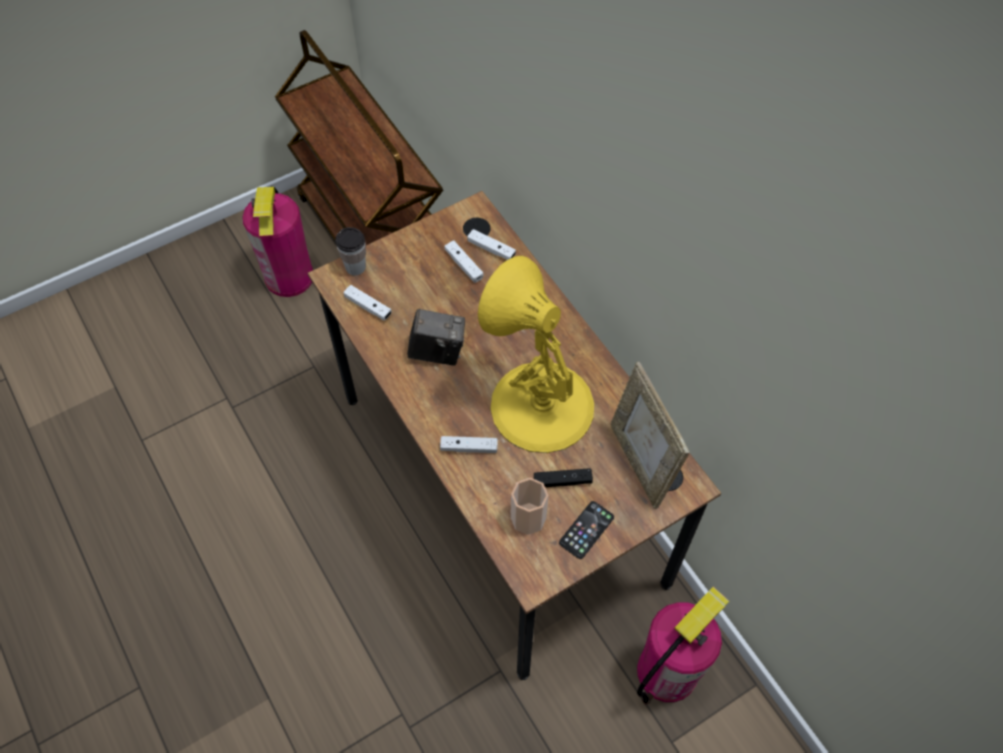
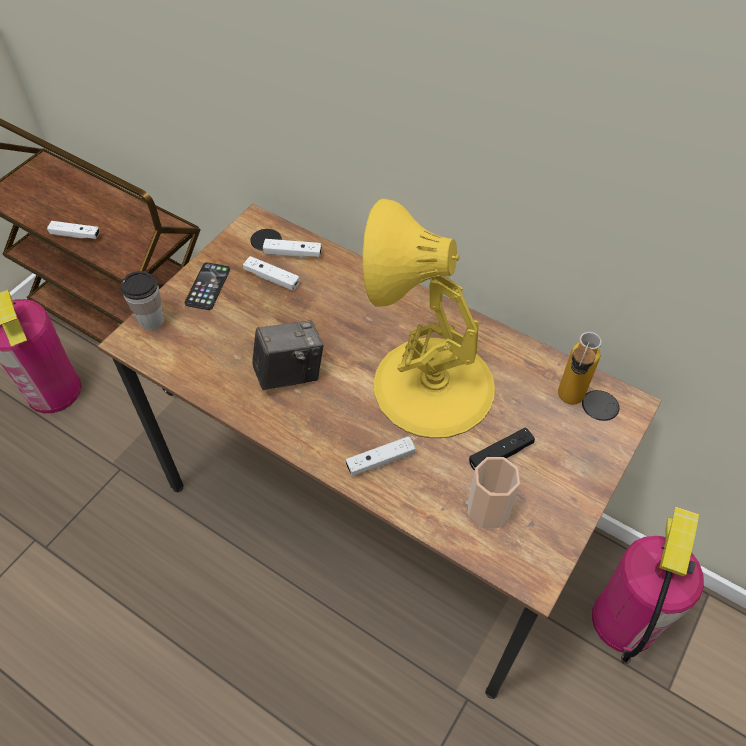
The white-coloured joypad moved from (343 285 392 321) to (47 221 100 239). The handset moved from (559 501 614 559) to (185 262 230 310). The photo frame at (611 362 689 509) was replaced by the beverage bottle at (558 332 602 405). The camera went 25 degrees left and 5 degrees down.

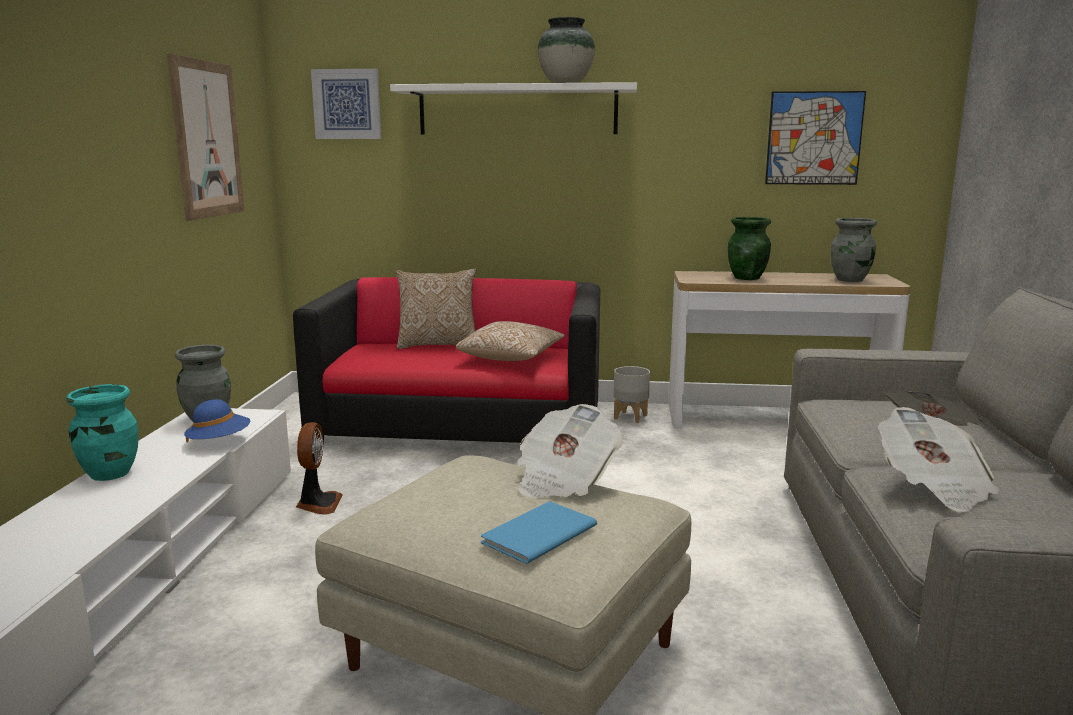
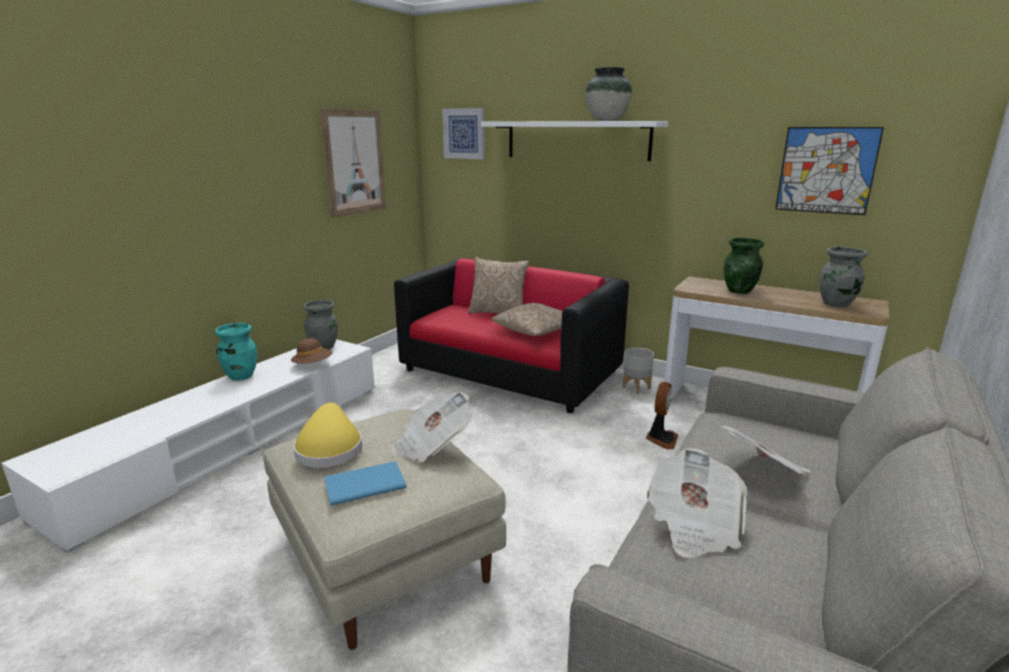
The yellow-coloured clothing hat at (294 402 362 468) appeared. The fan moved from (296 422 343 515) to (646 382 678 449). The blue clothing hat at (184 399 250 443) became the brown clothing hat at (291 338 333 363). The camera went 25 degrees right and 5 degrees up.

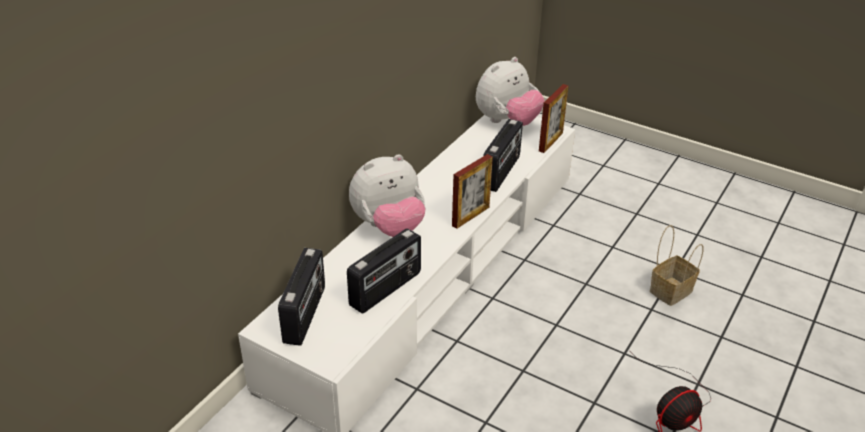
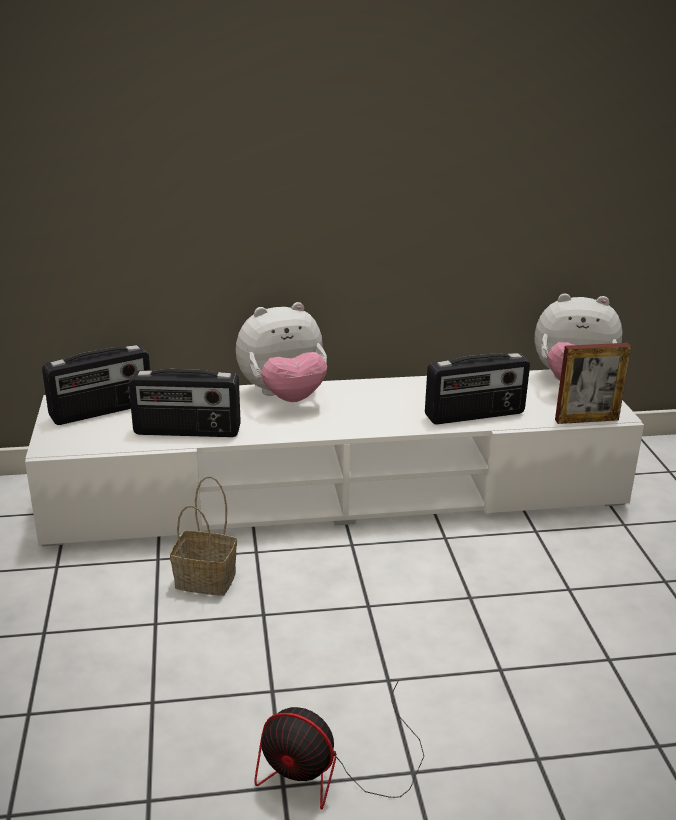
The photo frame at (452 154 493 229) disappeared. The basket moved from (650 225 704 306) to (170 476 237 596). The soft toy at (349 154 425 237) turned 45 degrees counterclockwise. The camera went 50 degrees right and 10 degrees down.

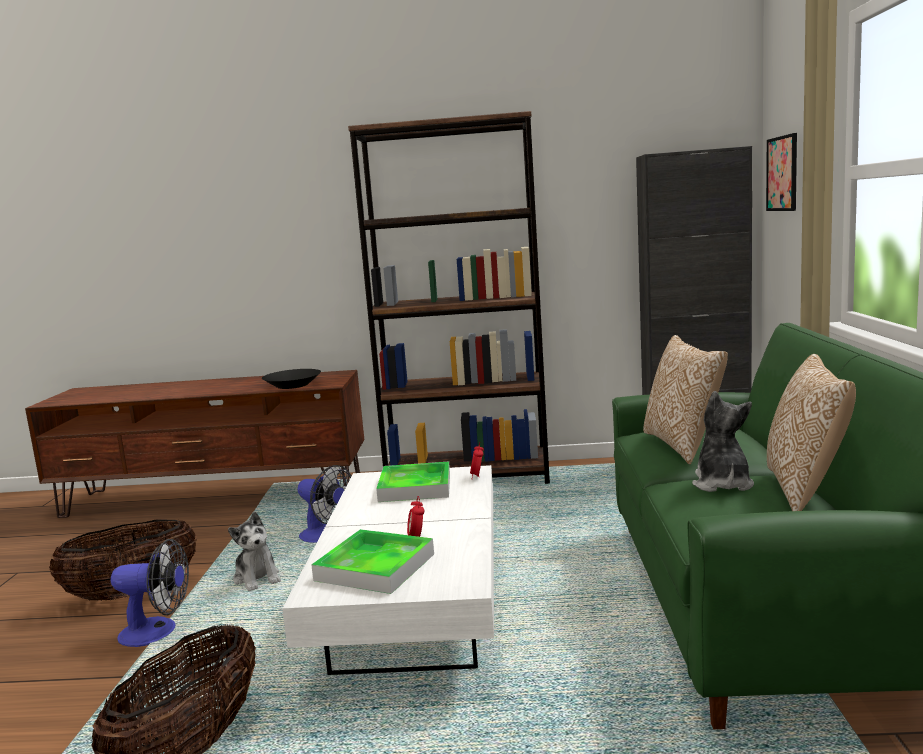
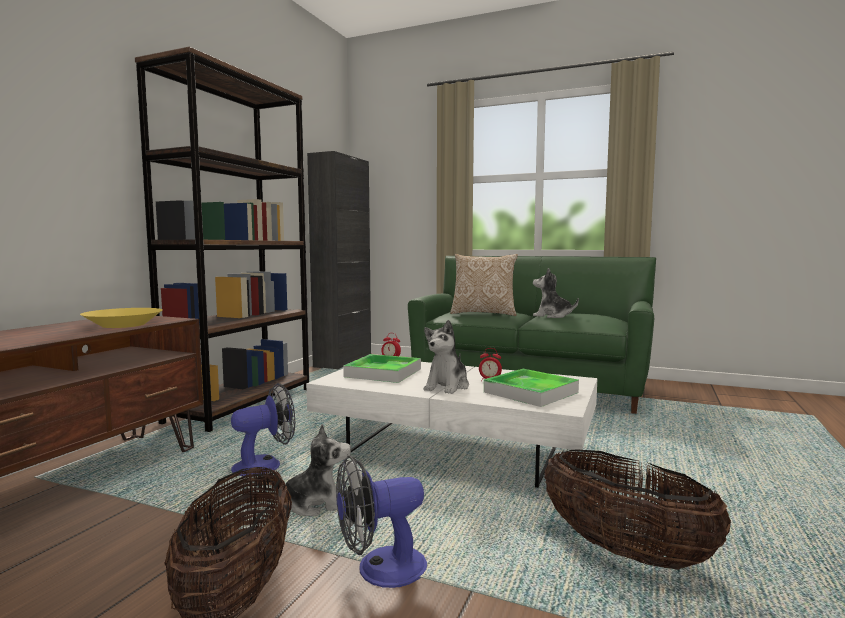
The wall picture at (766 133 797 211) disappeared. The throw pillow at (767 354 856 511) disappeared. The soft toy at (424 320 469 394) appeared. The black bowl at (262 369 321 389) became the yellow-coloured bowl at (80 308 162 328). The fan at (111 539 189 647) turned 135 degrees counterclockwise. The camera went 70 degrees left and 5 degrees down.

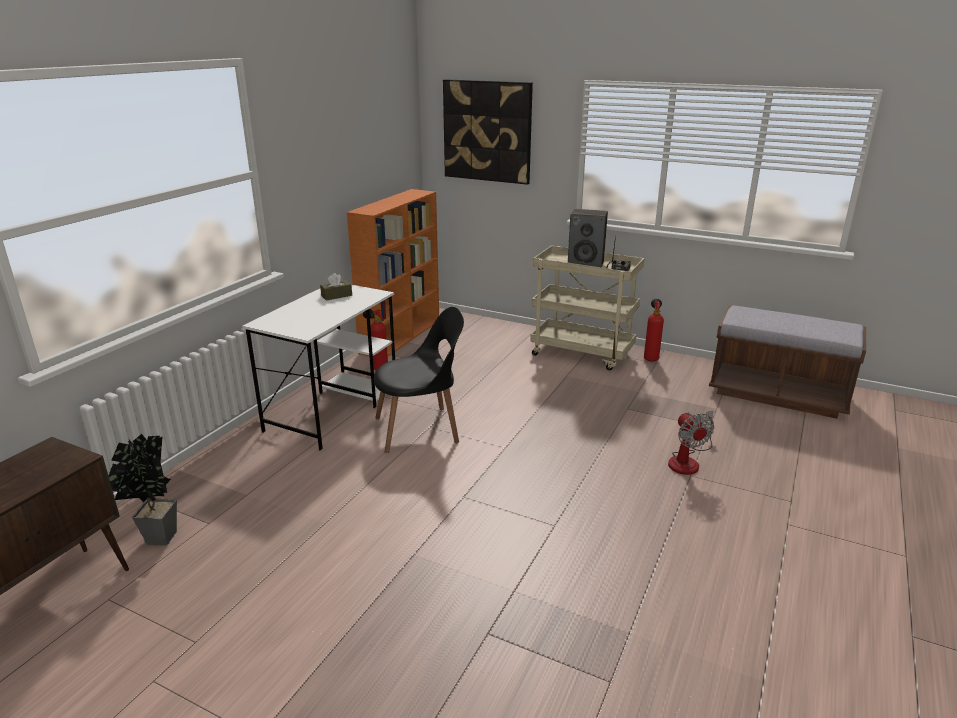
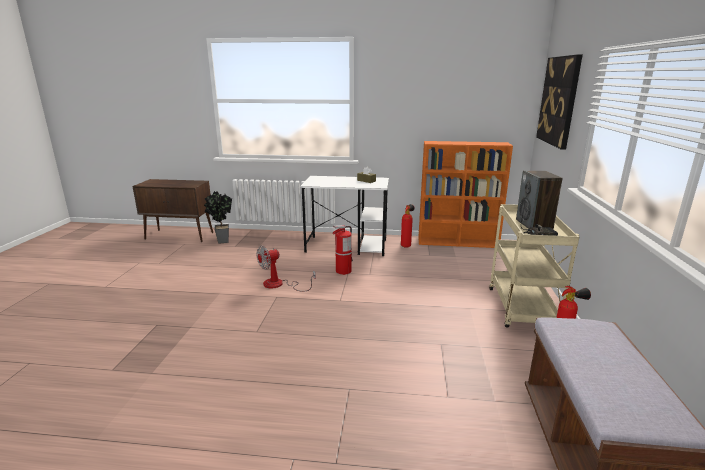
The fan moved from (668 411 714 475) to (256 246 316 291). The black chair at (374 307 464 453) was replaced by the fire-fighting cylinder at (332 225 353 275). The camera went 70 degrees right and 5 degrees down.

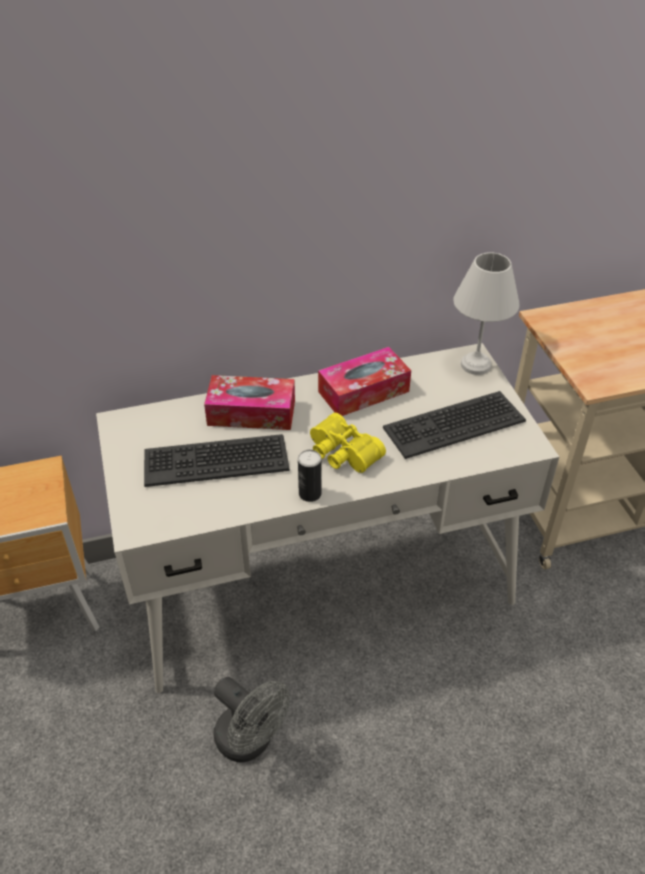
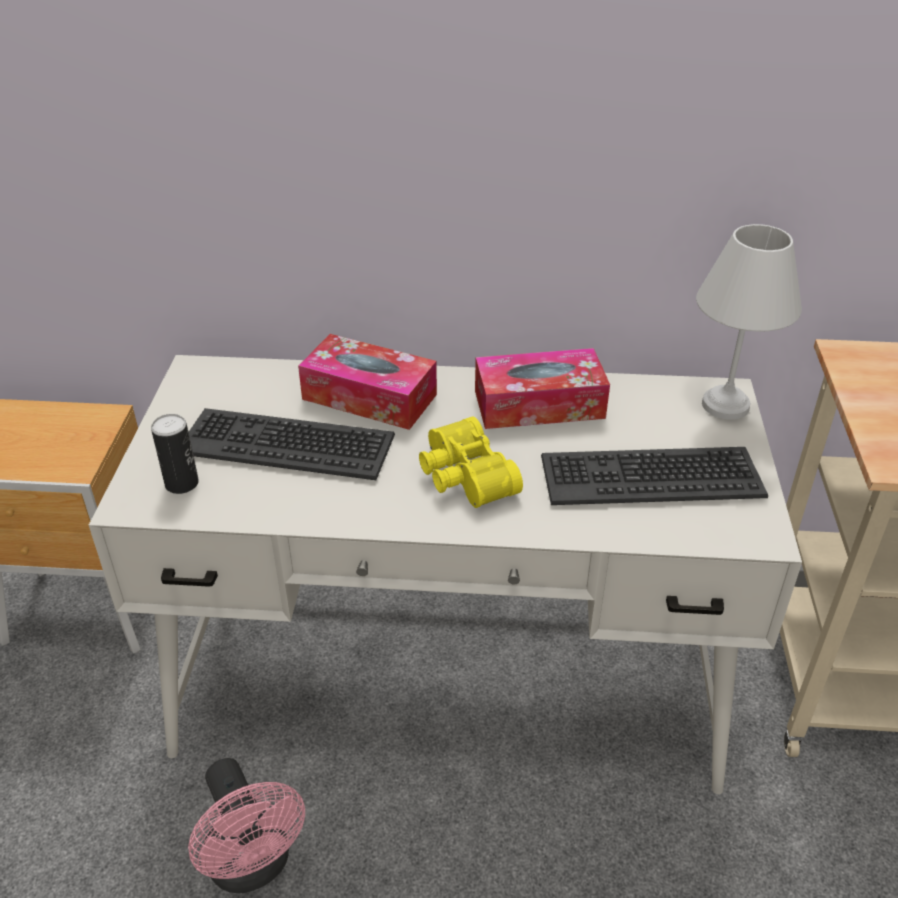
The metal can moved from (298 450 322 502) to (151 414 199 494). The gray fan at (213 677 290 762) became the pink-coloured fan at (188 758 305 893). The camera went 20 degrees right and 5 degrees down.

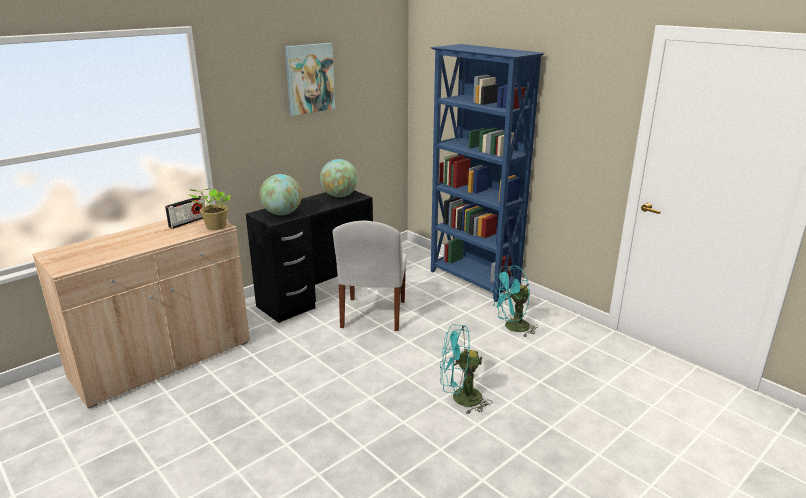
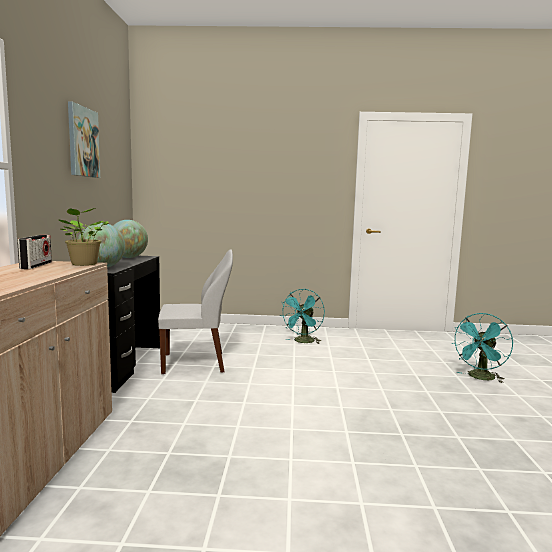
The blue bookshelf at (431 44 545 302) disappeared. The blue-green fan moved from (440 324 492 415) to (452 313 513 383). The white-coloured chair at (333 221 407 331) turned 60 degrees counterclockwise. The camera went 45 degrees left and 15 degrees down.

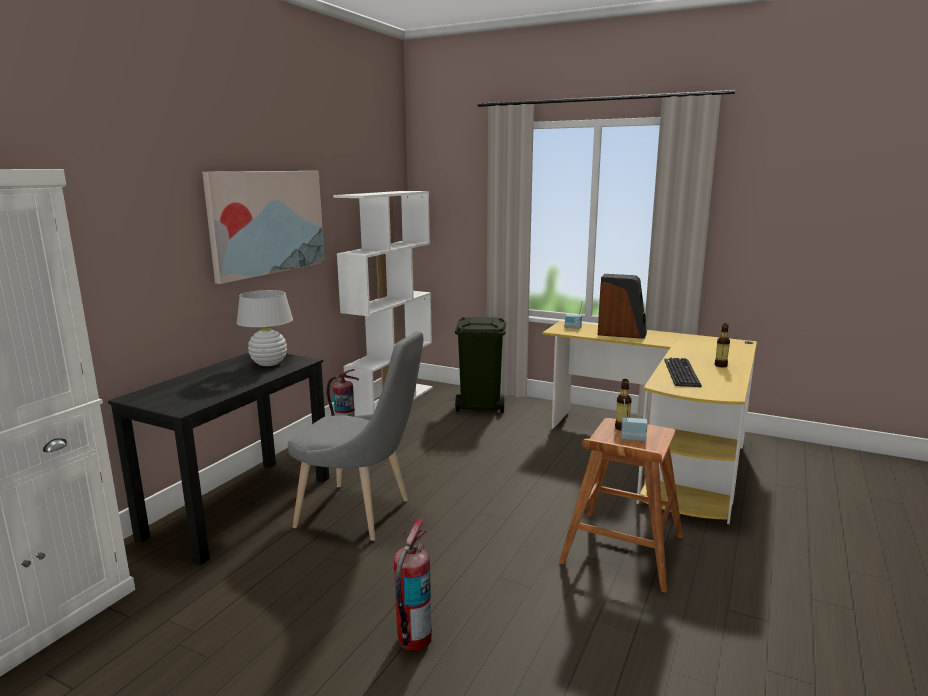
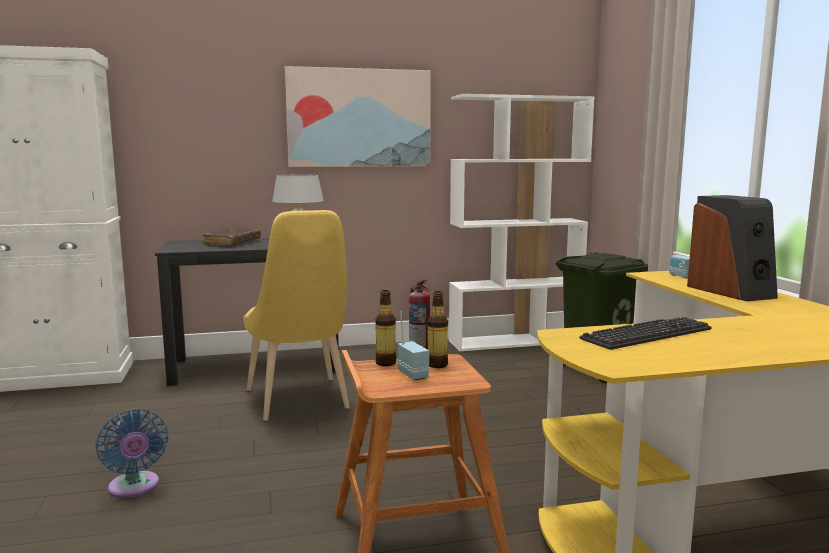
The brown bound book at (203 228 261 246) appeared. The beverage bottle moved from (715 324 730 367) to (375 290 396 366). The fire-fighting cylinder at (393 518 432 651) was replaced by the blue fan at (95 408 168 498). The gray chair at (288 331 424 541) became the yellow-coloured chair at (243 210 350 421). The camera went 50 degrees right and 5 degrees down.

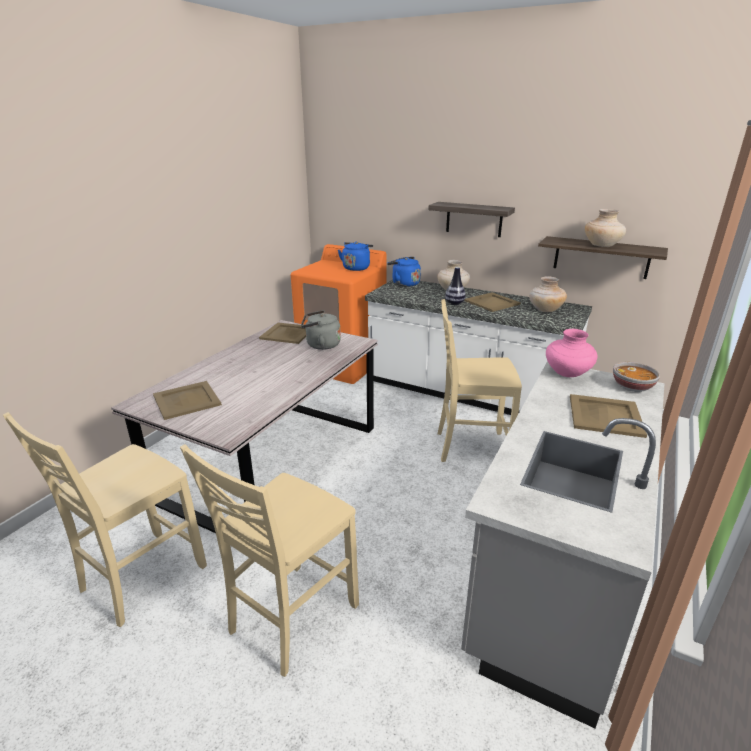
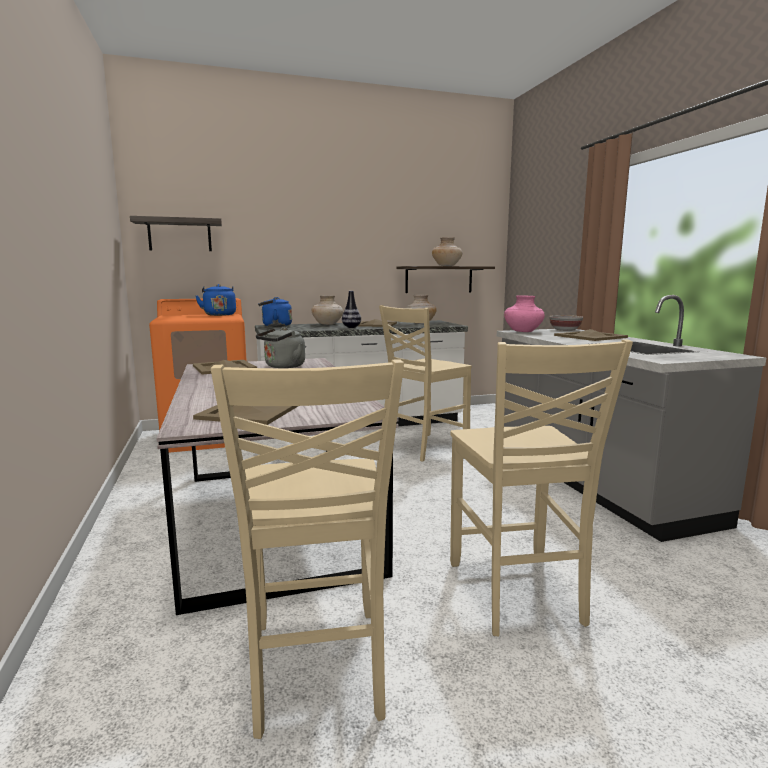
The shelf moved from (428 202 515 237) to (130 216 222 251). The camera went 45 degrees left and 15 degrees down.

